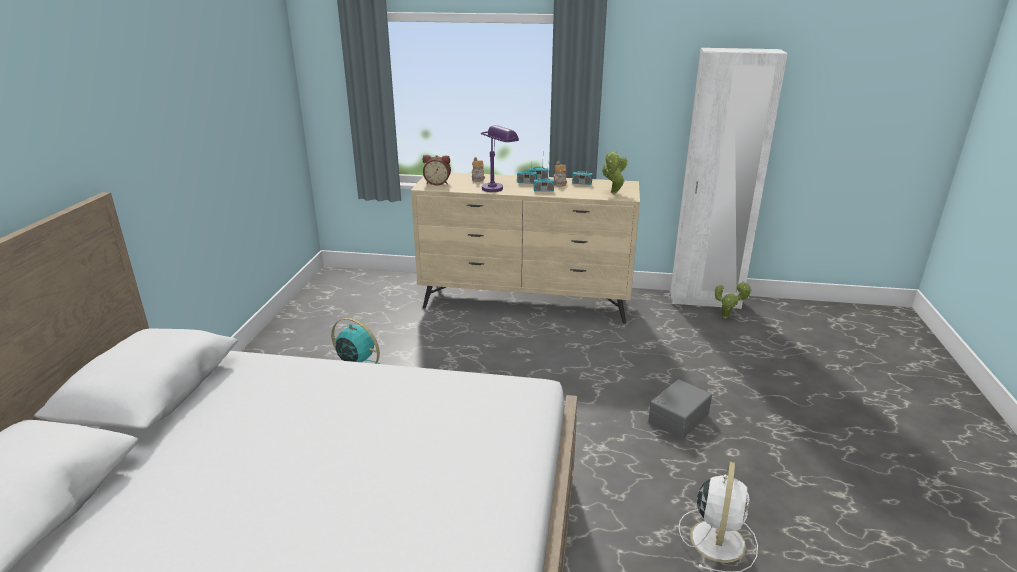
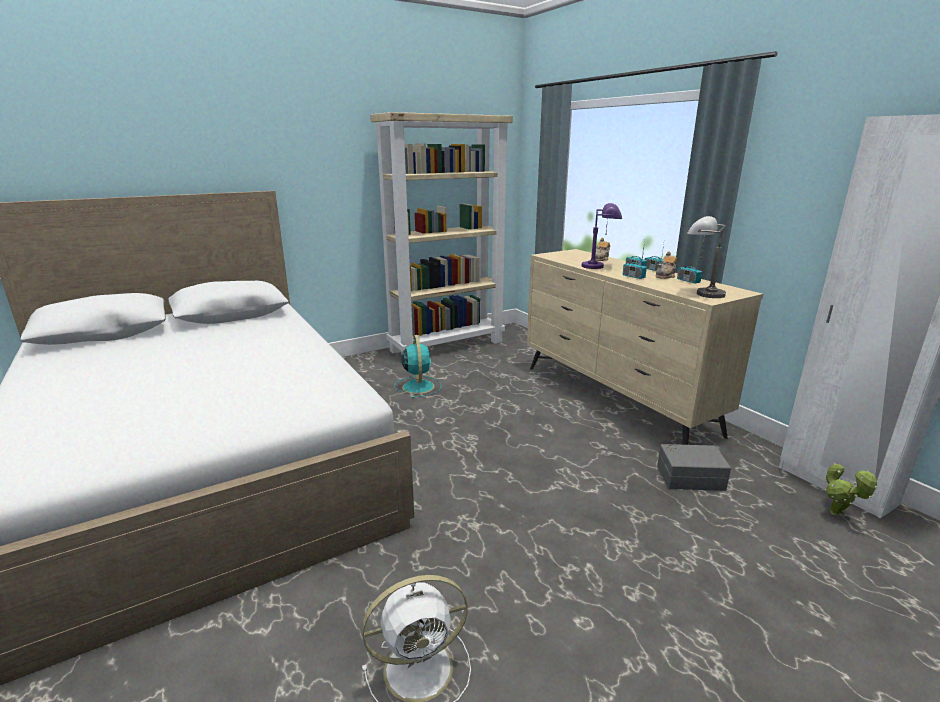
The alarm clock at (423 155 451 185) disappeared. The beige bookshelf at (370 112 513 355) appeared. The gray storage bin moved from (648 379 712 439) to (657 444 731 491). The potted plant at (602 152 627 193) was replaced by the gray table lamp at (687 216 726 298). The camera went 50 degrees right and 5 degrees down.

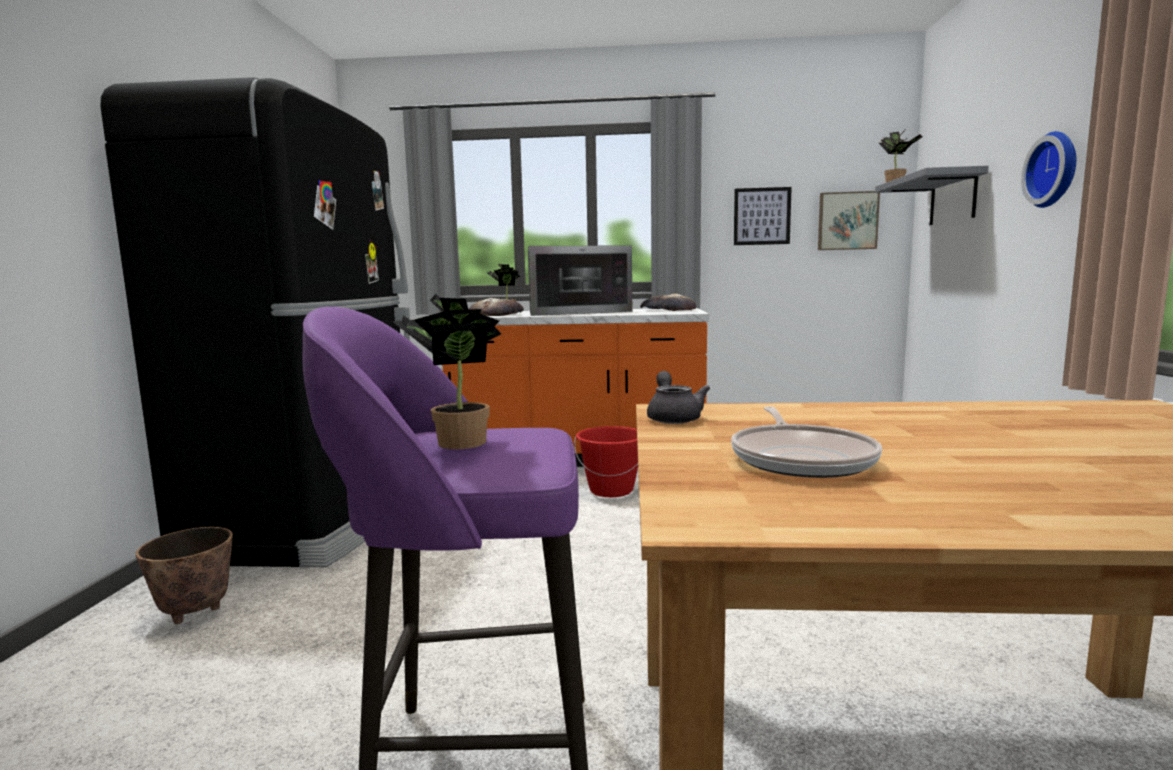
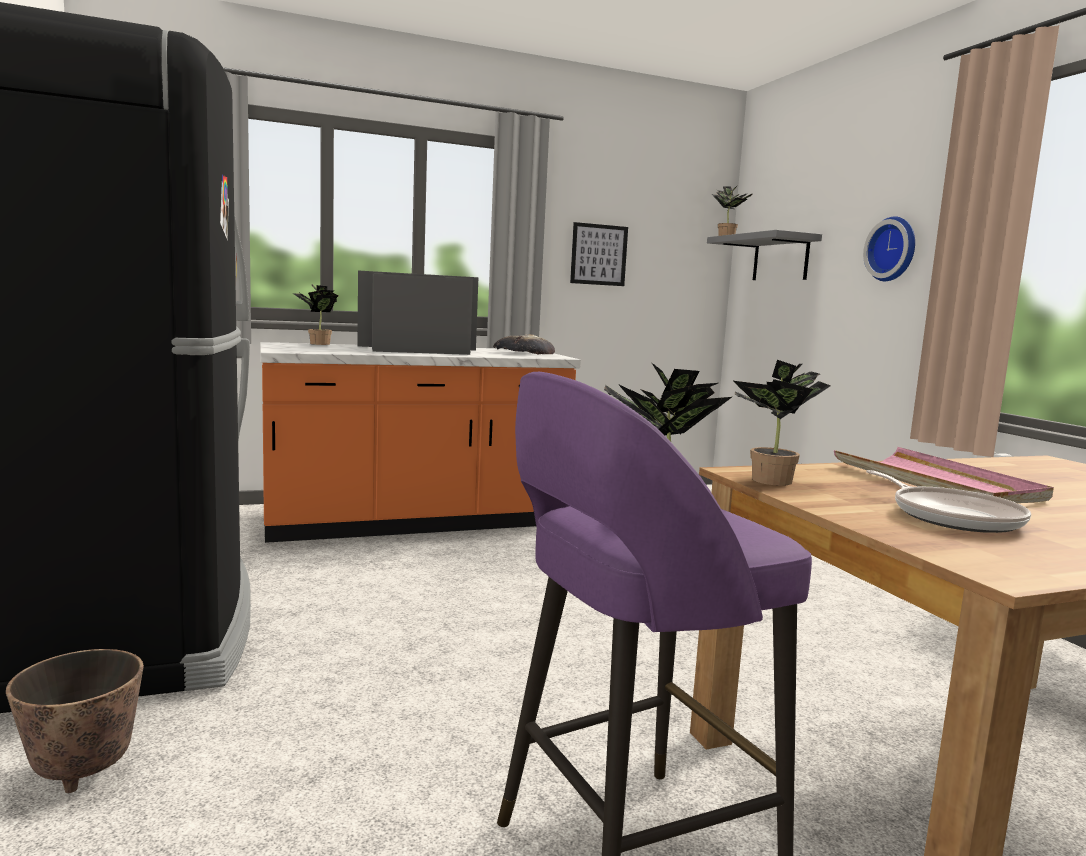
The baked bread at (469 298 524 316) disappeared. The red-coloured pail at (574 426 638 497) disappeared. The wall picture at (818 191 880 250) disappeared. The pink-coloured serving tray at (834 447 1054 503) appeared. The gray pot for tea at (647 371 710 424) was replaced by the potted plant at (733 360 831 486). The microwave at (528 245 632 316) turned 150 degrees counterclockwise. The camera went 25 degrees left and 0 degrees up.

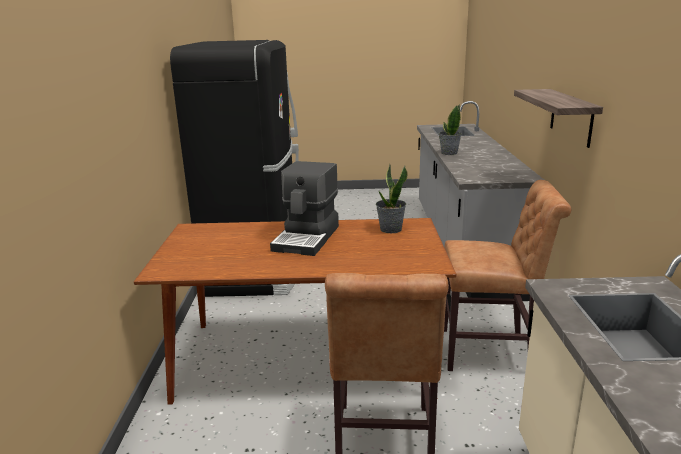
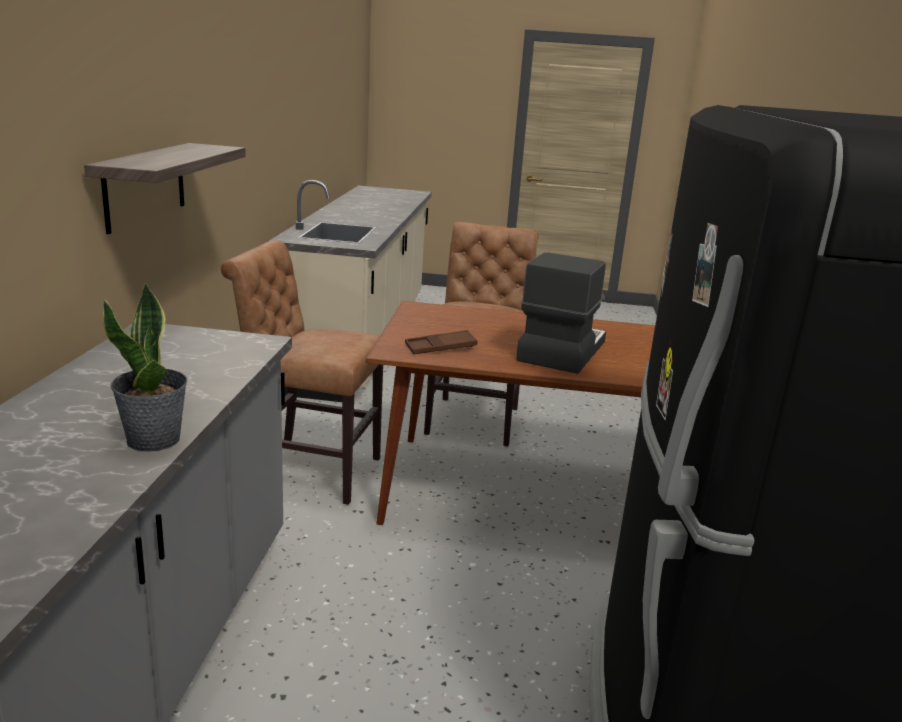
The potted plant at (376 164 408 233) was replaced by the brown serving tray at (405 330 478 354). The camera went 175 degrees left and 0 degrees up.

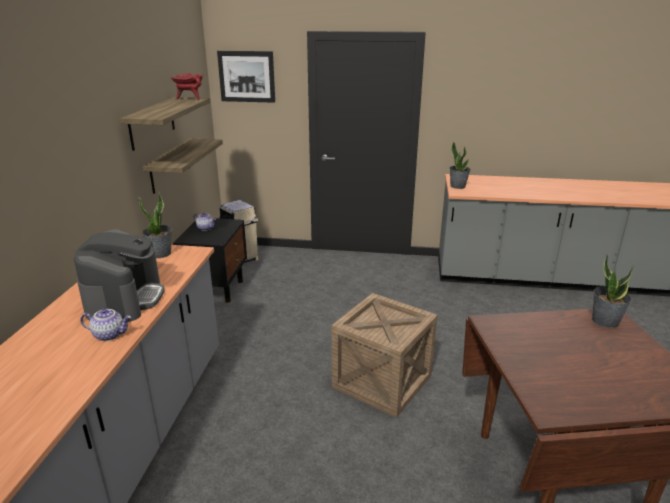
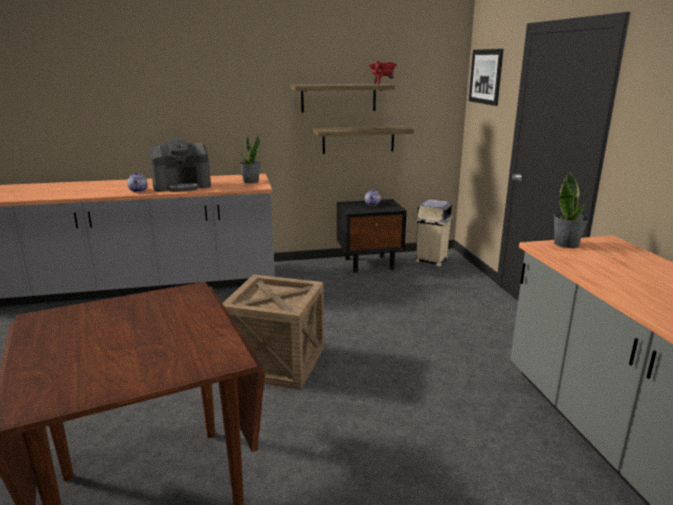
The potted plant at (592 254 634 328) disappeared. The camera went 70 degrees right and 5 degrees down.

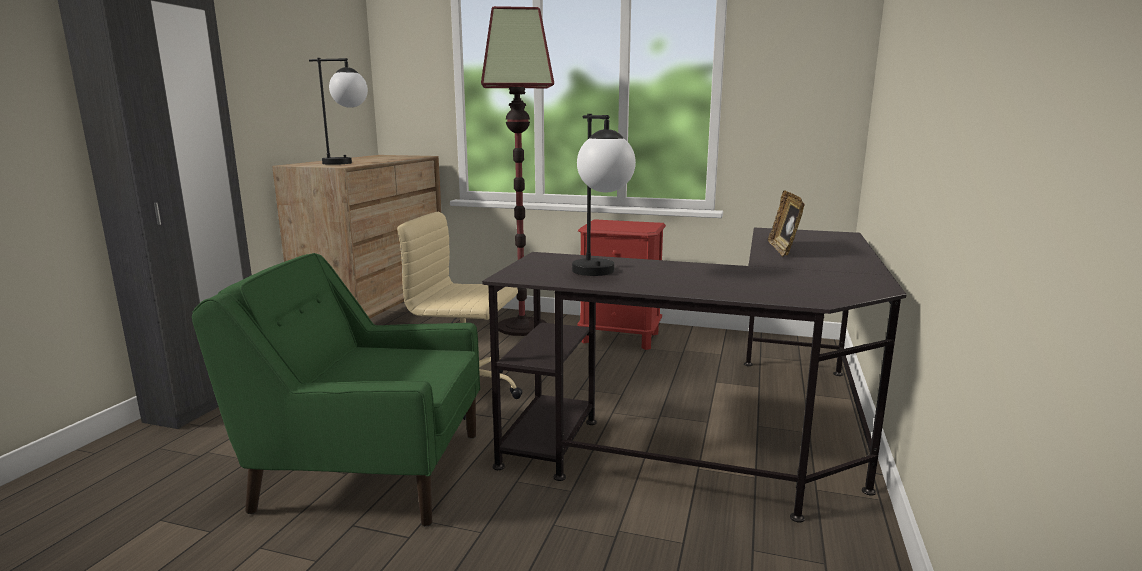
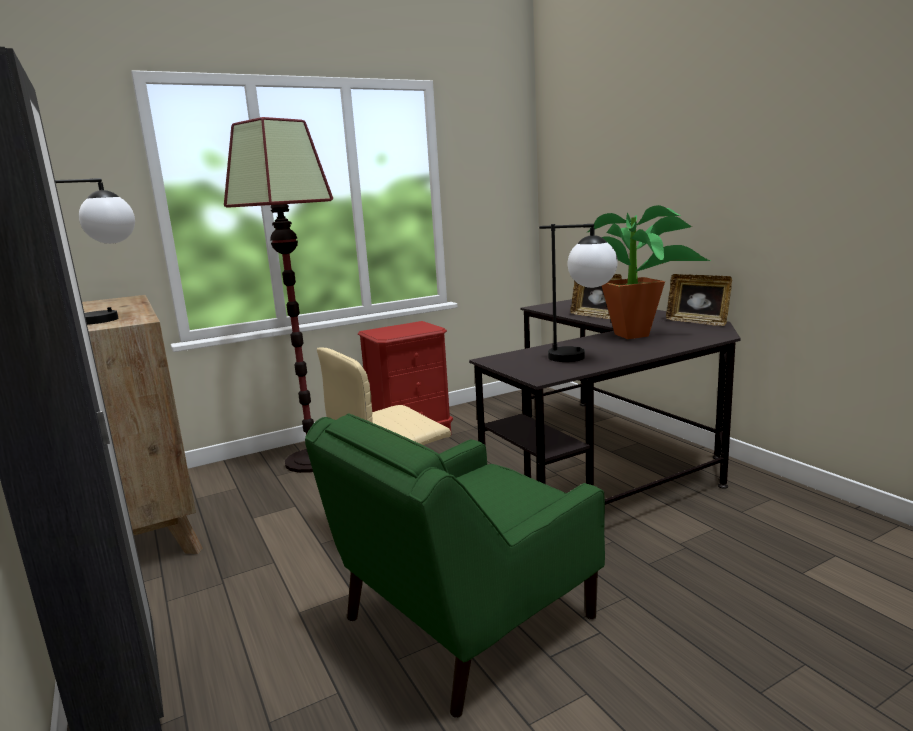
The potted plant at (586 205 712 339) appeared. The photo frame at (666 274 732 326) appeared. The camera went 45 degrees left and 0 degrees up.

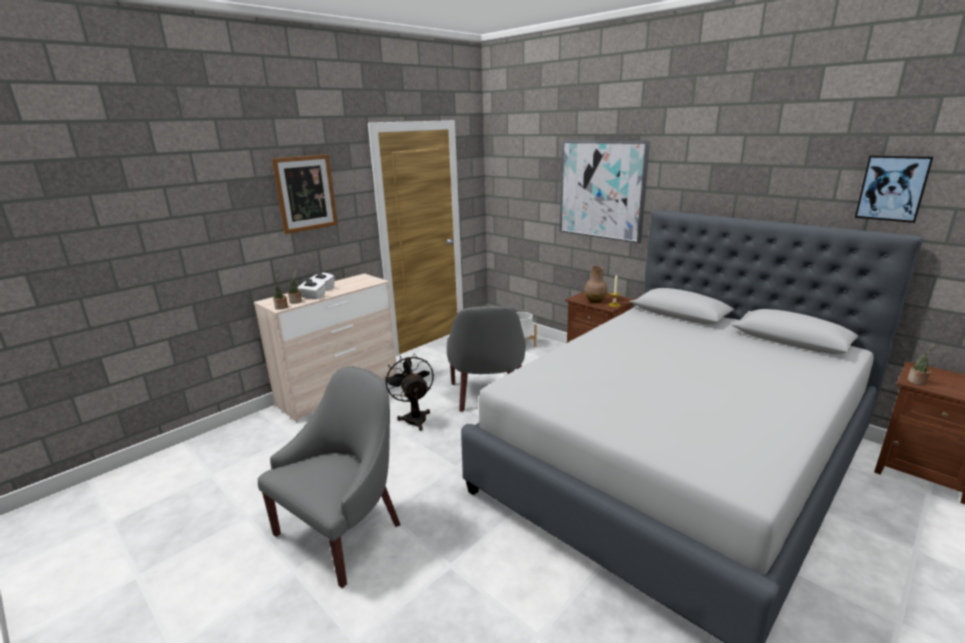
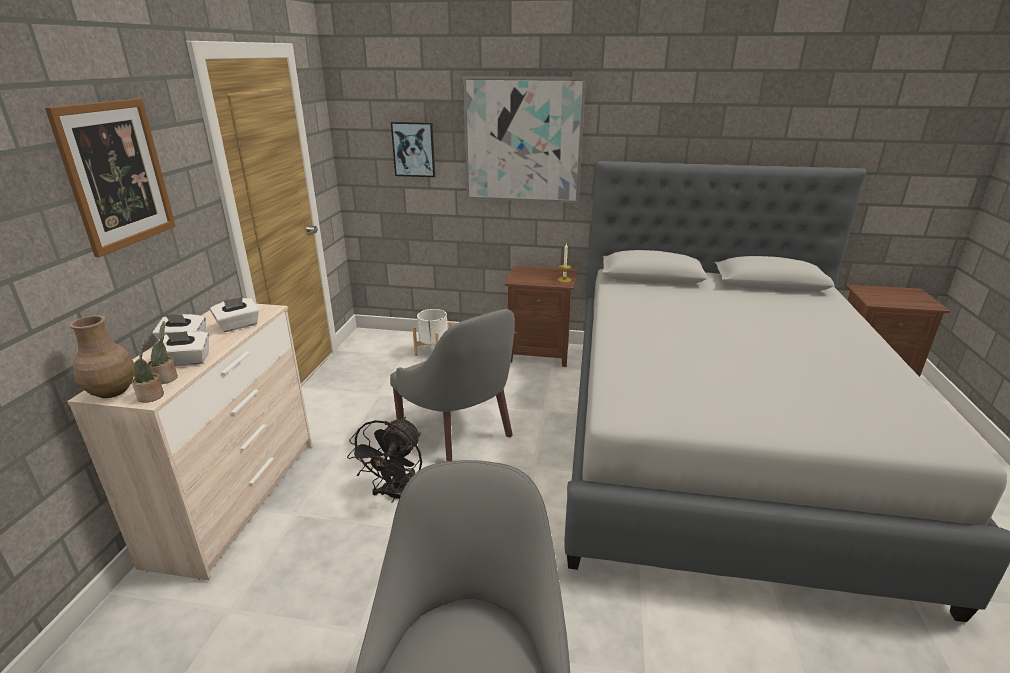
The potted plant at (907 346 935 385) disappeared. The white-coloured box of tissues at (210 297 259 332) appeared. The brown vase moved from (584 266 607 303) to (70 315 134 398). The wall picture moved from (855 155 934 223) to (391 122 435 177). The black fan at (384 354 434 431) turned 105 degrees counterclockwise. The camera went 35 degrees left and 5 degrees up.

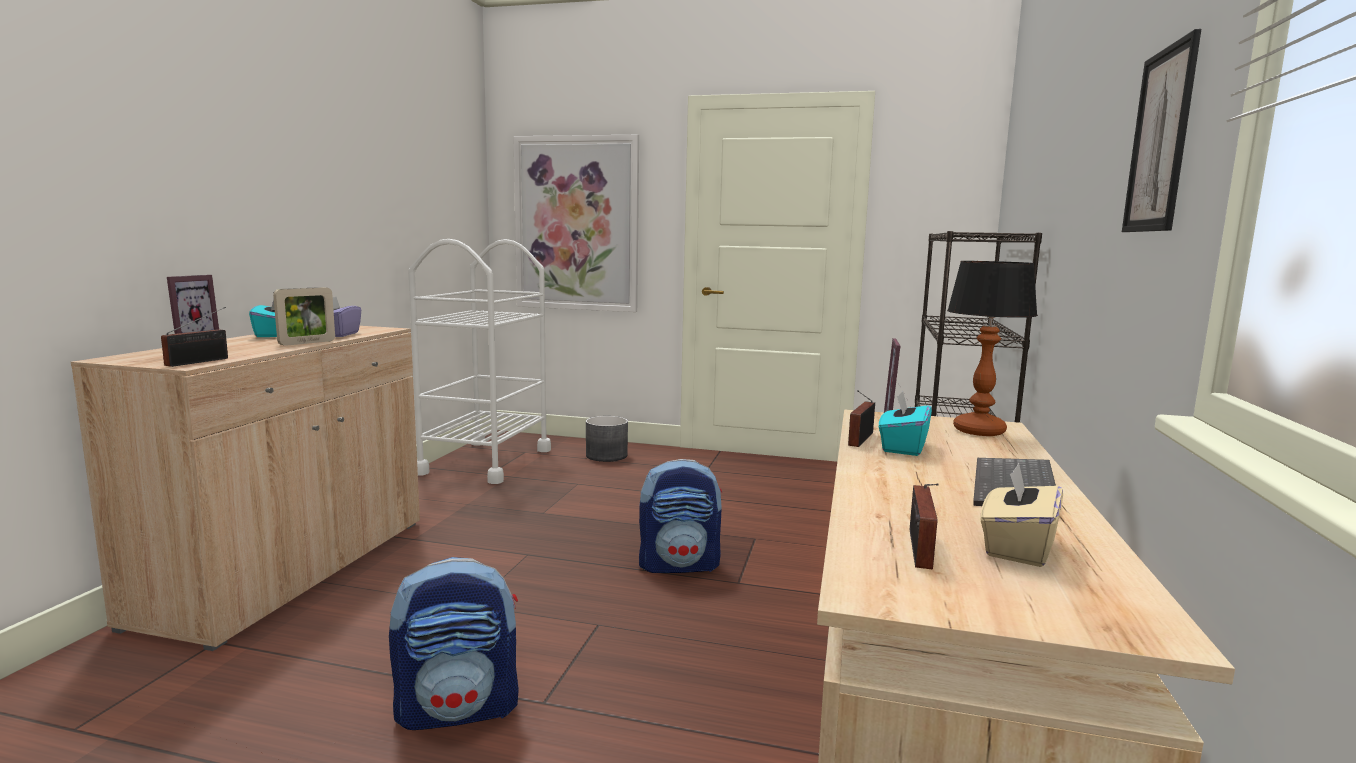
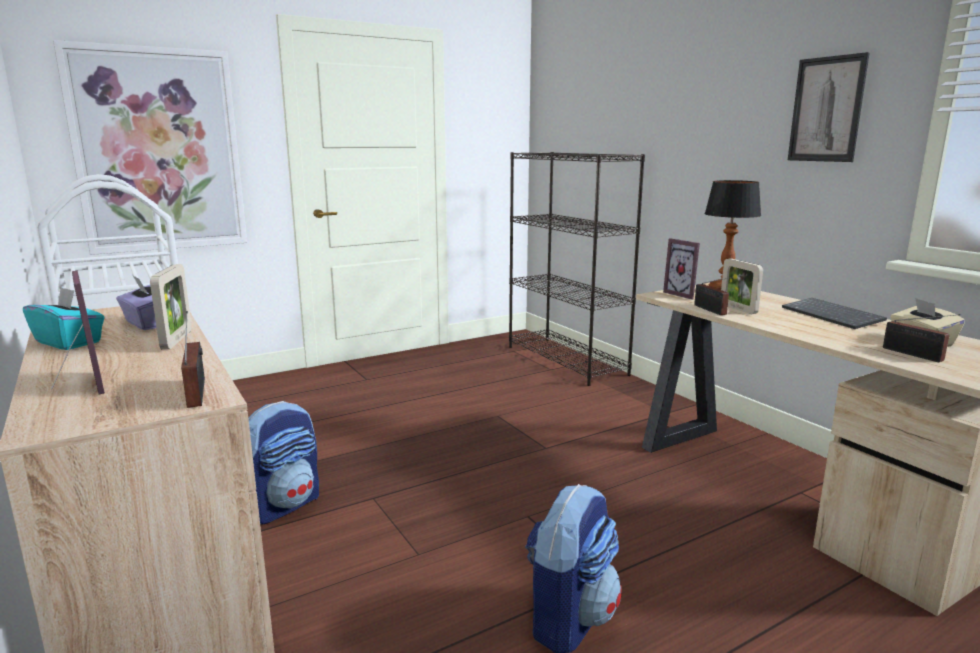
The gray flower pot at (586 416 628 462) disappeared. The backpack moved from (639 459 722 573) to (248 401 319 524). The blue-green box of tissues at (879 391 932 456) was replaced by the photo frame at (721 258 763 314). The camera went 45 degrees left and 5 degrees up.

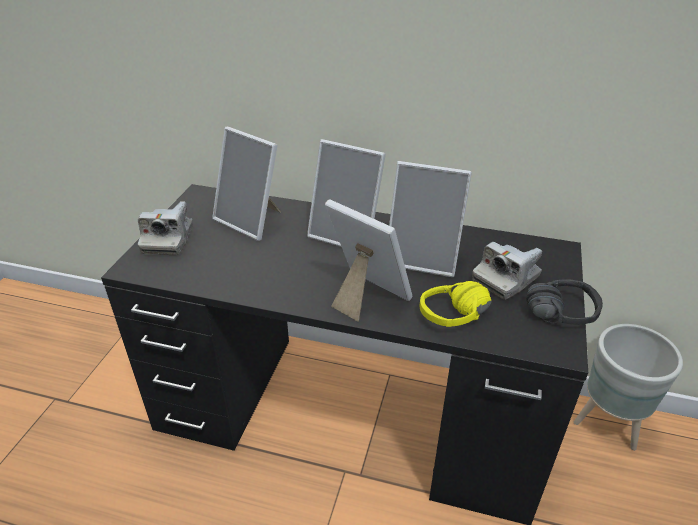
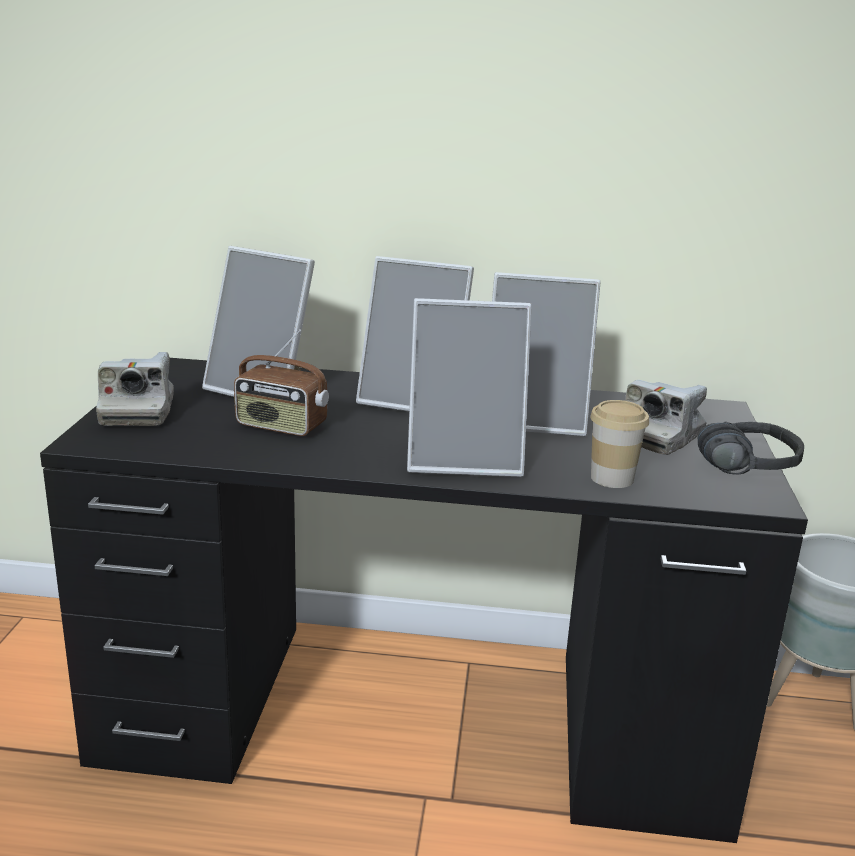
The radio receiver at (234 329 329 436) appeared. The yellow-coloured pair of headphones at (420 281 491 327) was replaced by the drinking cup at (590 400 649 488). The photo frame at (325 199 412 322) turned 150 degrees clockwise. The camera went 10 degrees left and 15 degrees down.

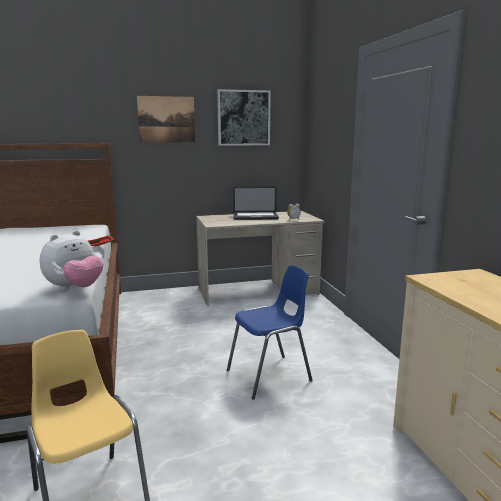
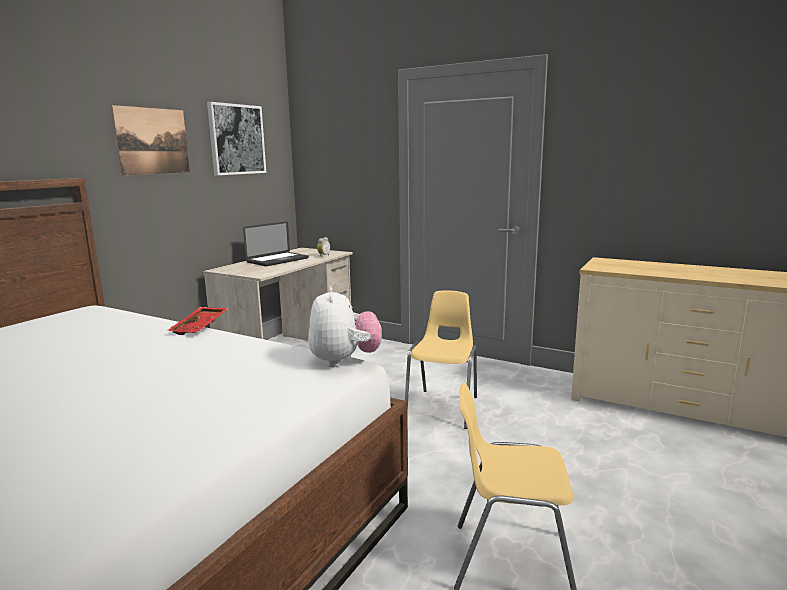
The blue chair at (227 265 312 400) became the yellow-coloured chair at (405 290 477 429). The camera went 45 degrees left and 0 degrees up.

